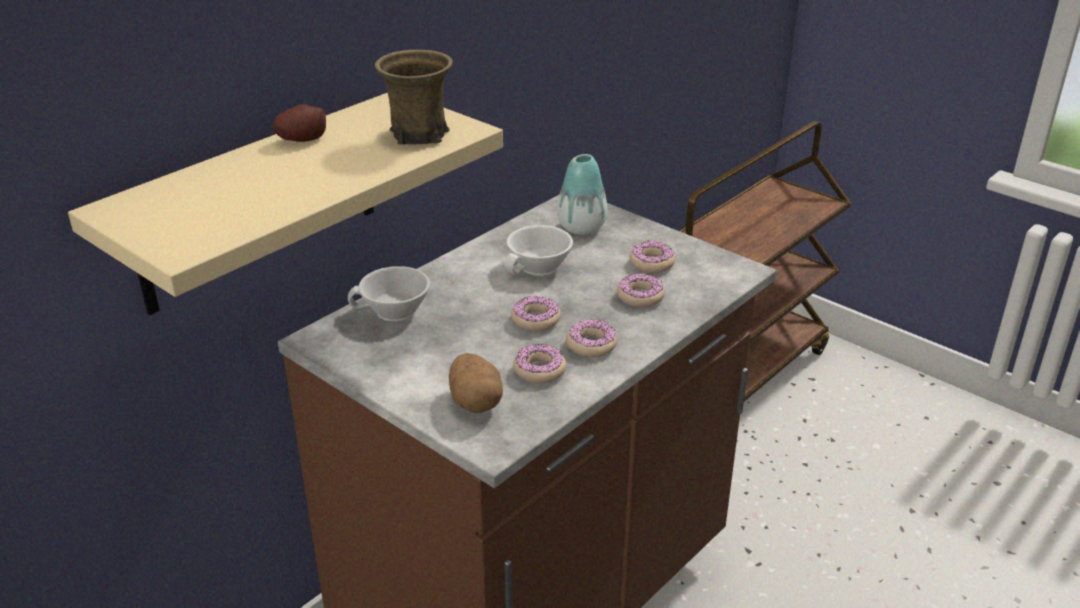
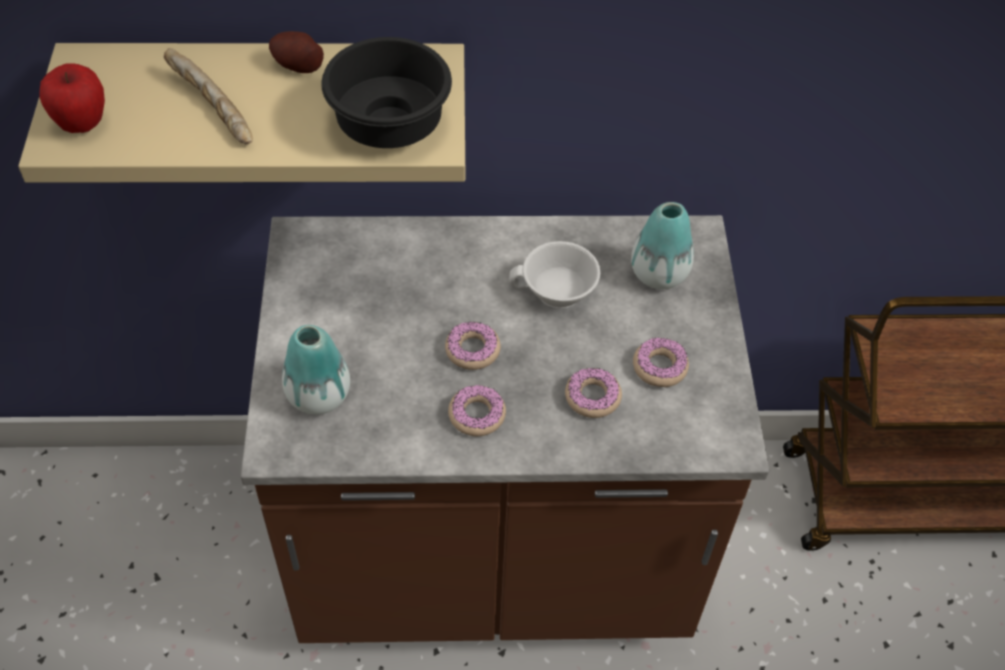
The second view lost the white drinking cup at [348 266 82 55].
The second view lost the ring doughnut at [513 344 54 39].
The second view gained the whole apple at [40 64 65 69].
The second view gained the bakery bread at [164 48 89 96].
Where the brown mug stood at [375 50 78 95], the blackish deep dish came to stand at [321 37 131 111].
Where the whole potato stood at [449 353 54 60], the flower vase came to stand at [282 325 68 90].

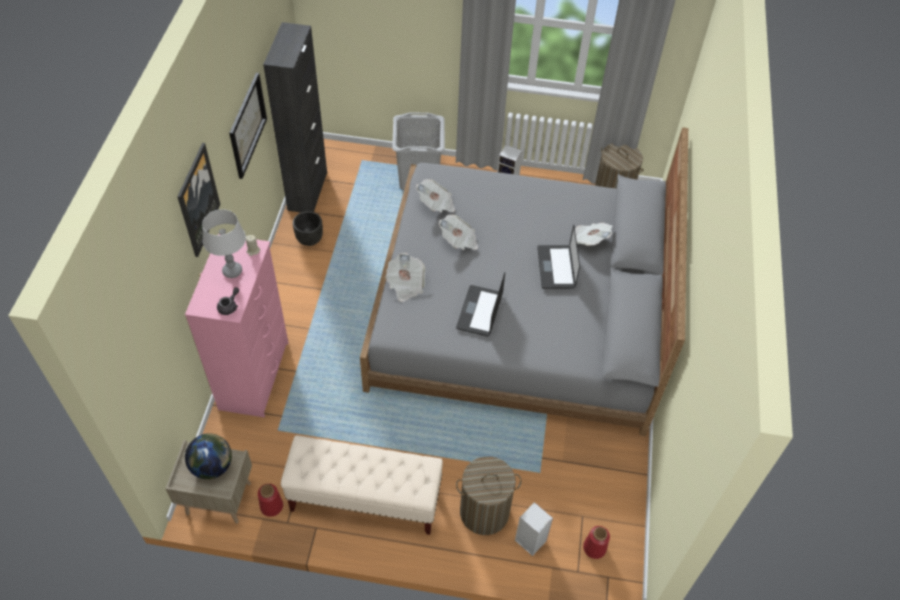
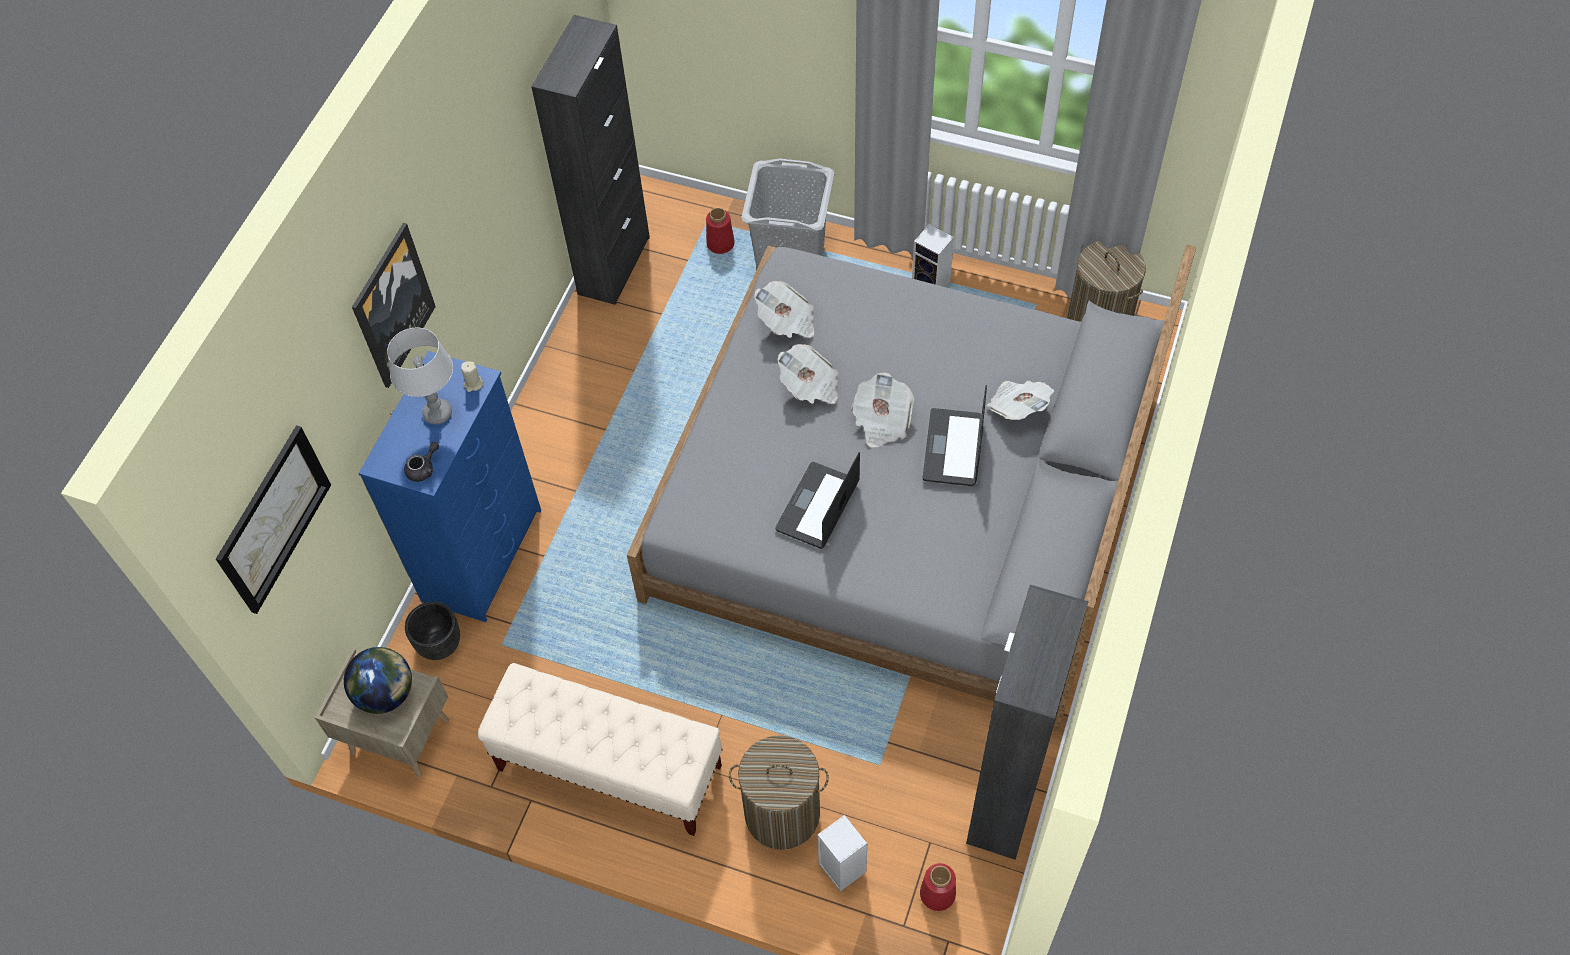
The second view gained the blackish cupboard at [966 585 123 275].
The wall picture ended up elsewhere, having gone from [229 73 38 106] to [216 425 115 189].
The reddish flower vase ended up elsewhere, having gone from [258 484 25 33] to [706 208 29 46].
The blackish flower pot ended up elsewhere, having gone from [293 211 30 35] to [405 601 55 59].
The newspaper ended up elsewhere, having gone from [385 253 40 49] to [851 372 63 76].
What was the pinkish drawer chest at [185 234 104 183] turned into the bluish drawer chest at [358 351 183 271].

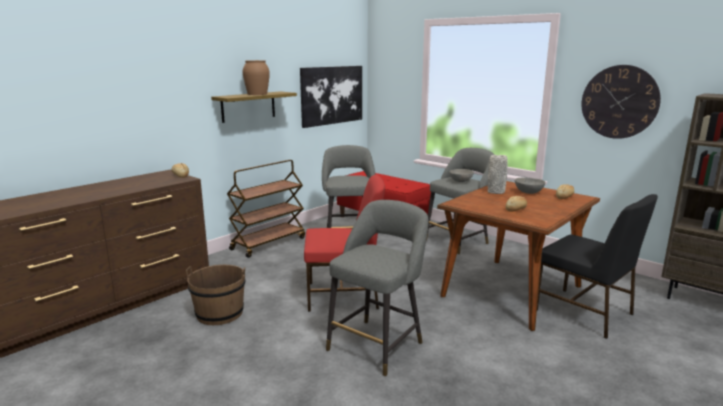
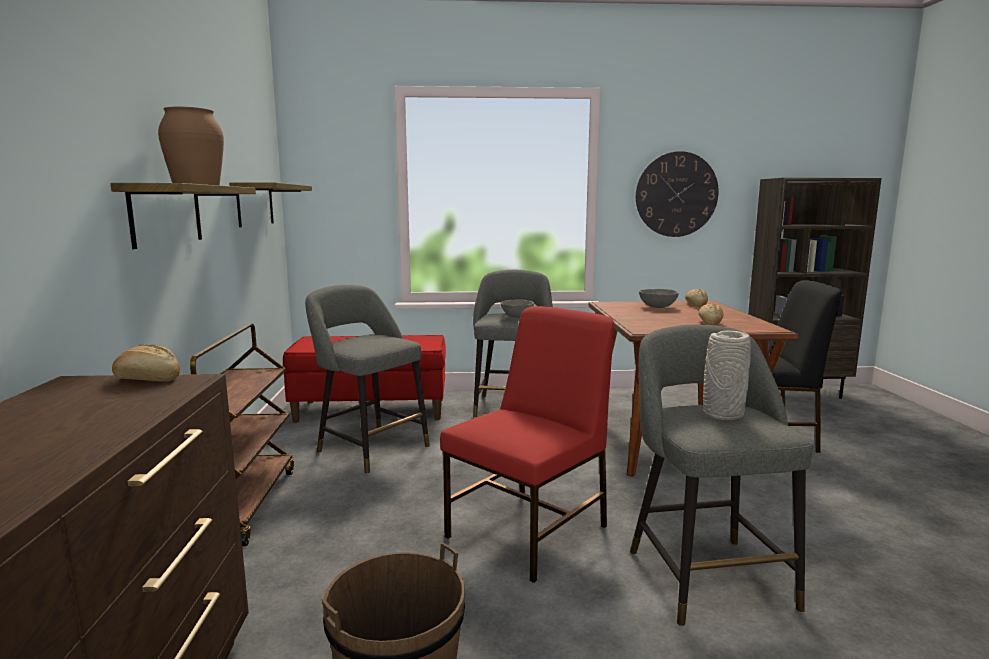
The greyish flower vase ended up elsewhere, having gone from [488 155 20 39] to [703 330 48 90].
Where the wall picture hung at [300 66 62 62], the bracket shelf came to hang at [229 182 83 45].

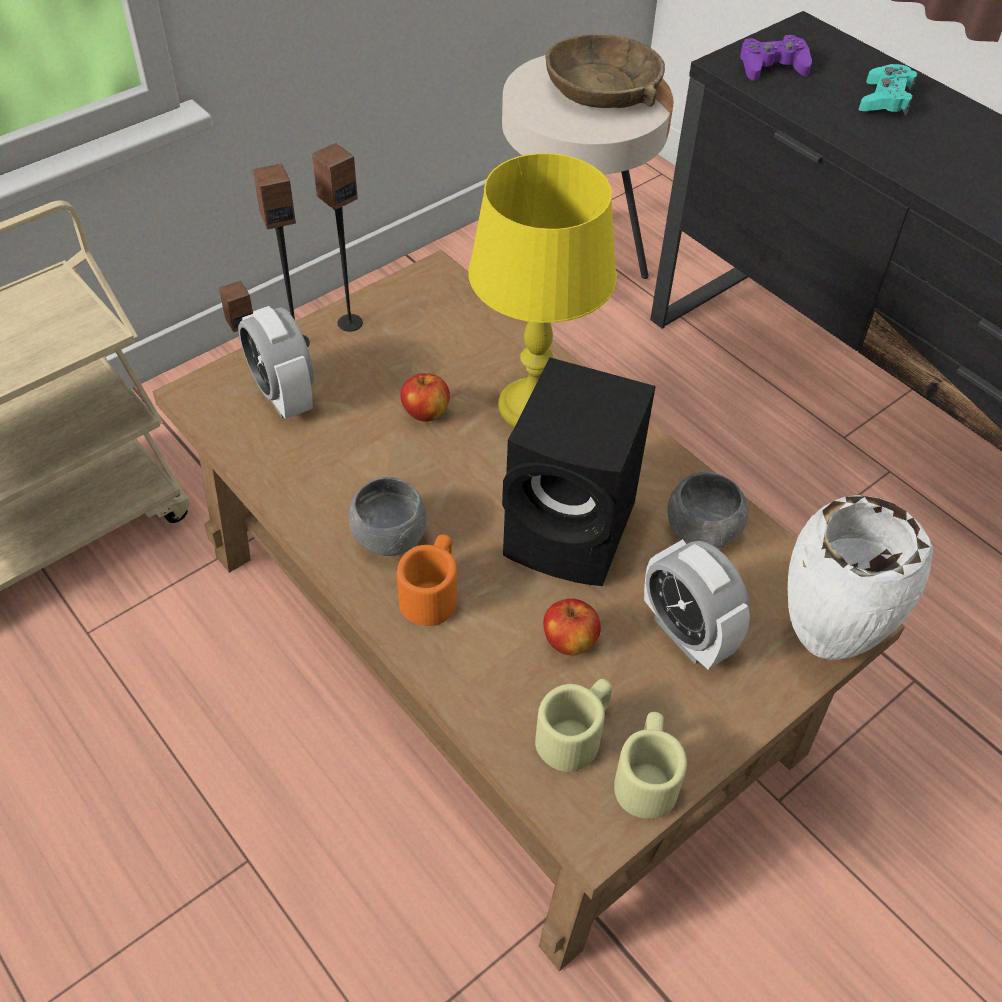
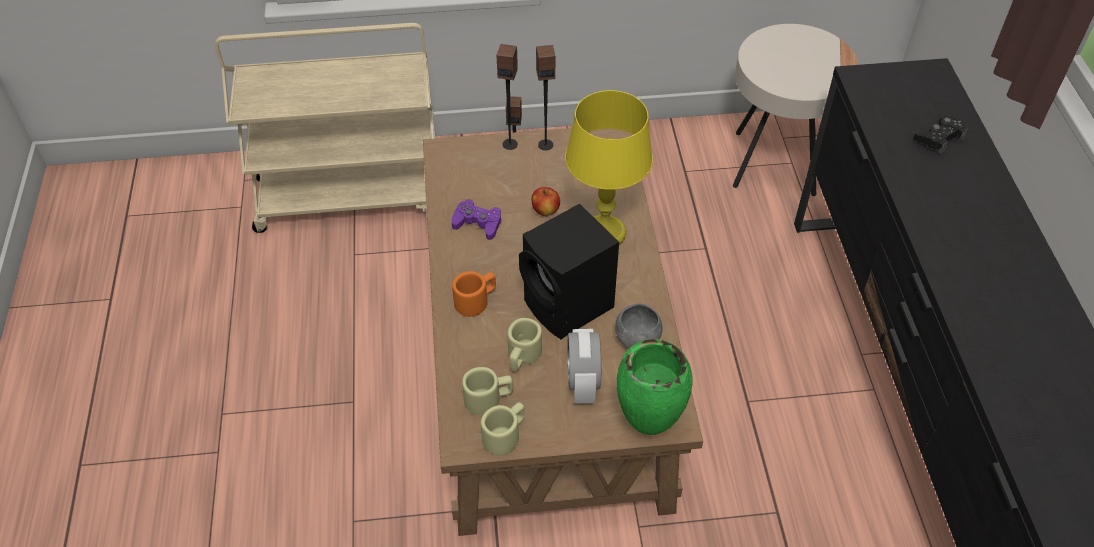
The second view lost the table clock at [238 306 76 113].
The second view lost the greyish deep dish at [348 477 79 79].
The second view lost the brown deep dish at [545 34 120 74].
The purplish gamepad ended up elsewhere, having gone from [740 35 72 46] to [452 199 49 41].
Where the whole apple stood at [543 599 58 57], the beige-coloured mug came to stand at [507 318 35 54].
What was the white flower vase at [788 495 145 165] turned into the green flower vase at [617 339 75 96].
What was the turquoise-coloured gamepad at [859 64 59 52] turned into the blackish gamepad at [913 115 55 40].

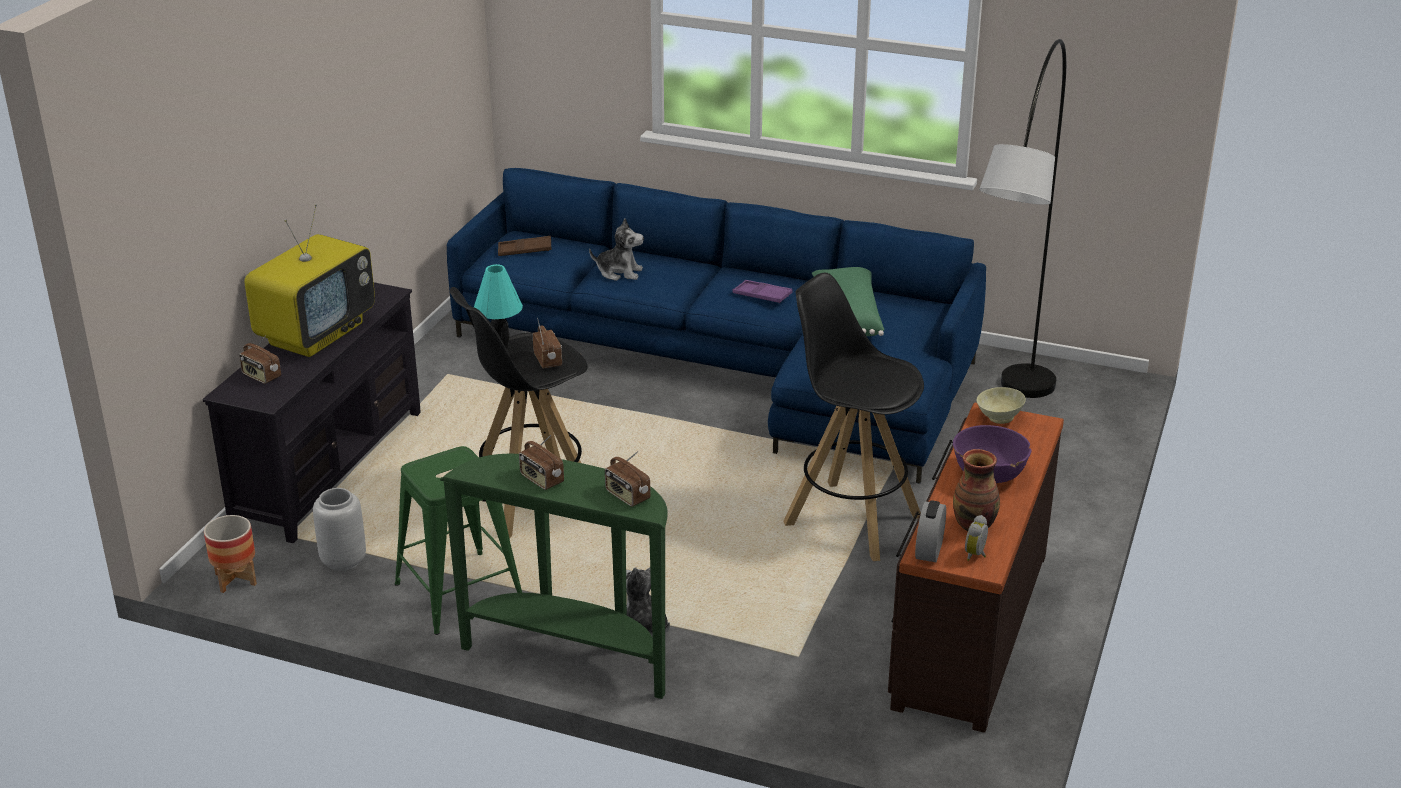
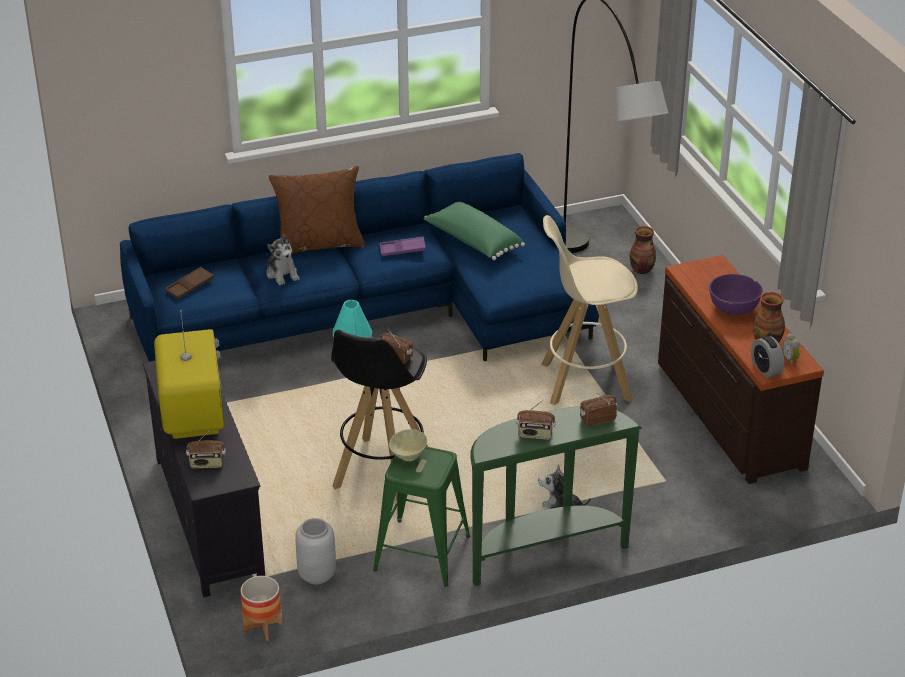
The second view gained the brown cushion at [269 166 97 88].
The second view gained the flower vase at [630 226 26 48].
The beige-coloured deep dish ended up elsewhere, having gone from [976 387 50 37] to [389 429 38 32].
What was the blackish stool seat at [783 273 141 288] turned into the beige-coloured stool seat at [541 215 97 190].
The soft toy at [589 218 55 63] ended up facing another way, 90 degrees clockwise from before.
The radio set at [605 451 45 56] ended up facing another way, 150 degrees clockwise from before.

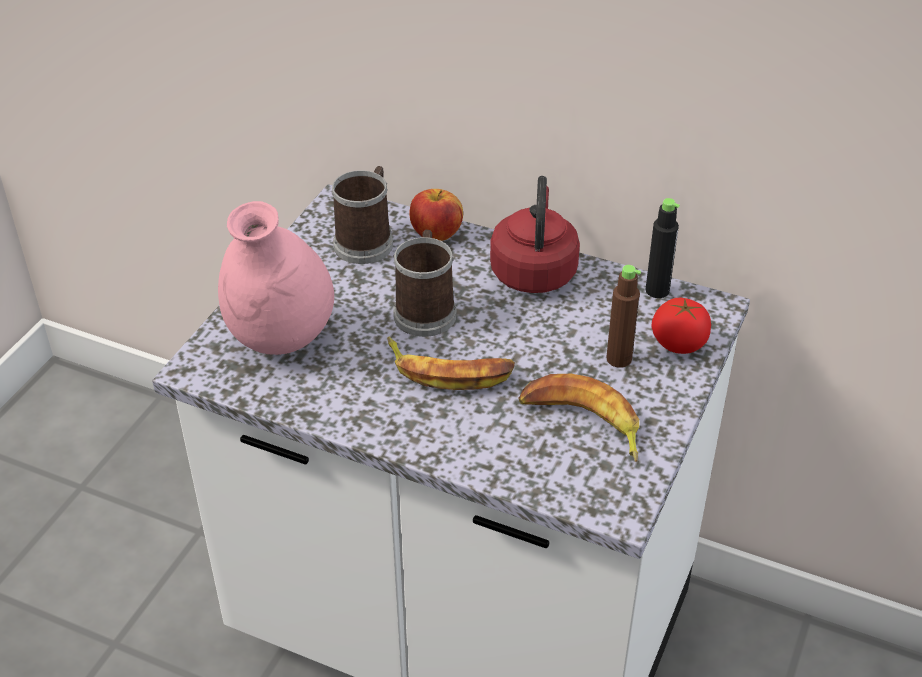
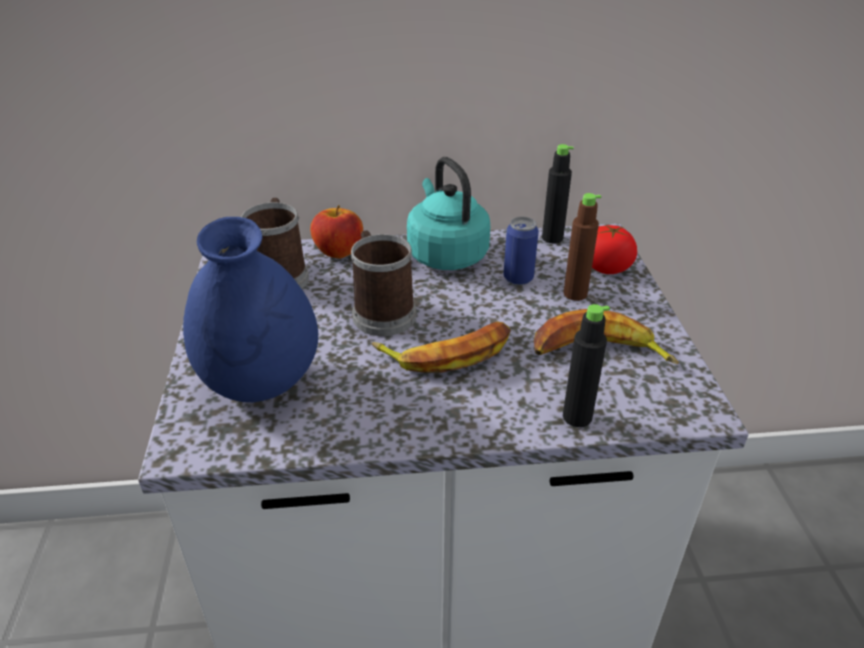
The second view gained the metal can at [504 216 35 69].
The second view gained the blackish drink bottle at [563 304 47 123].
What was the pinkish flower vase at [218 201 116 154] turned into the bluish flower vase at [183 217 135 185].
What was the reddish kettle at [490 176 90 117] turned into the turquoise-coloured kettle at [407 157 83 113].

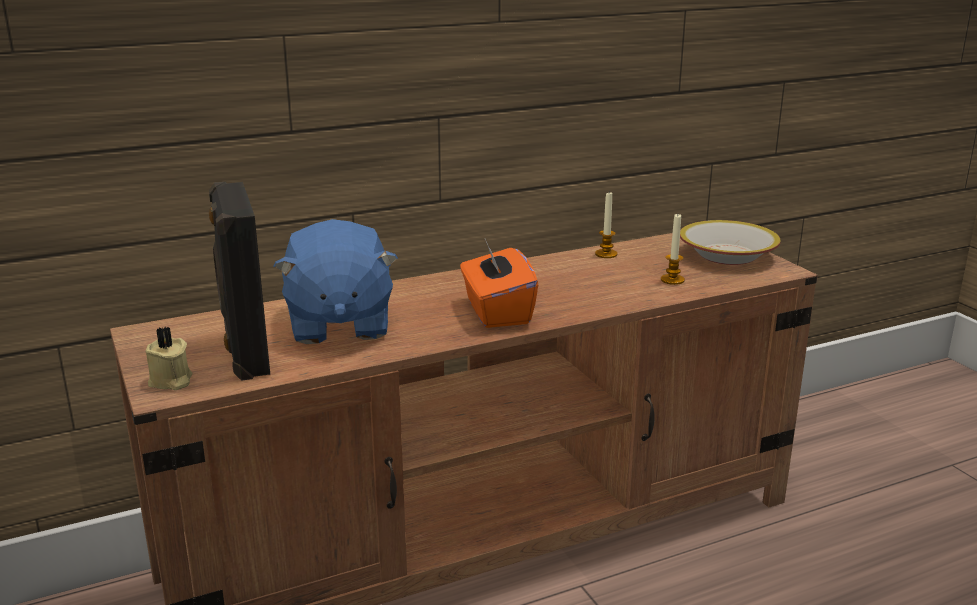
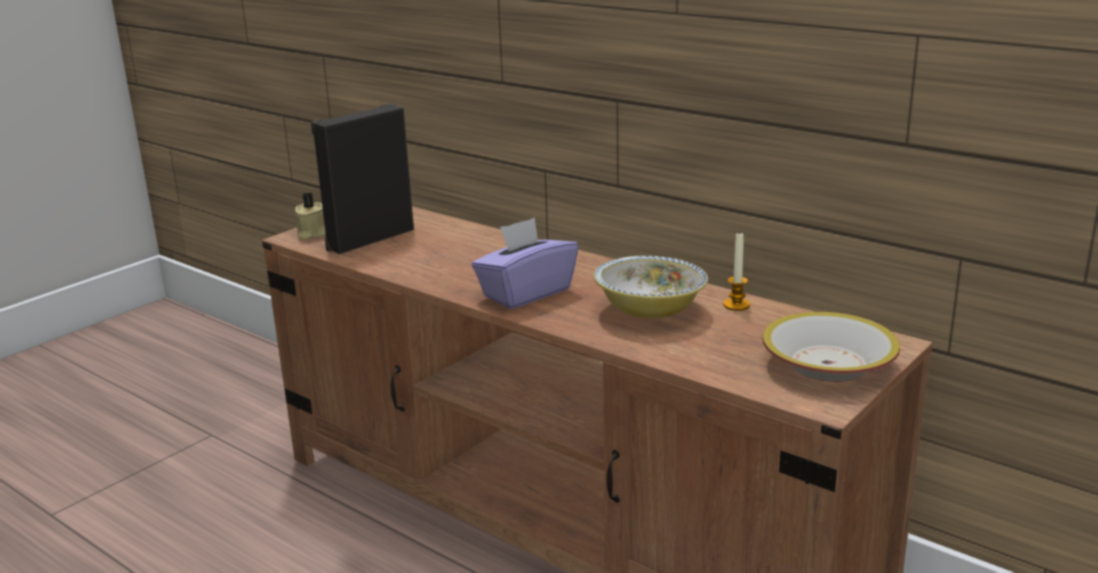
The second view lost the bluish soft toy at [274 219 124 125].
The second view lost the wax light at [661 214 24 71].
The second view gained the deep dish at [594 256 114 62].
What was the orangey tissue box at [460 239 78 89] turned into the purplish tissue box at [472 217 107 92].

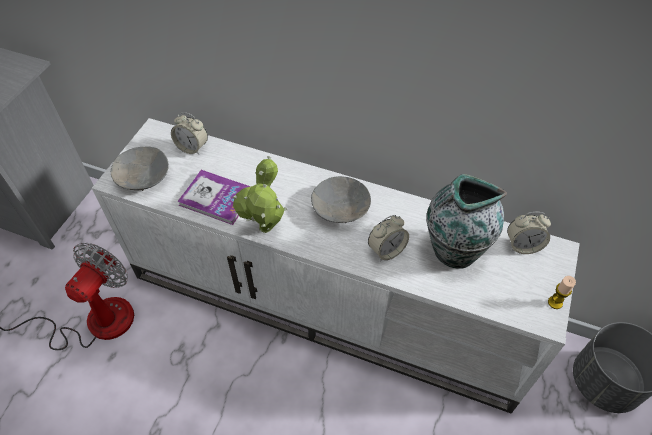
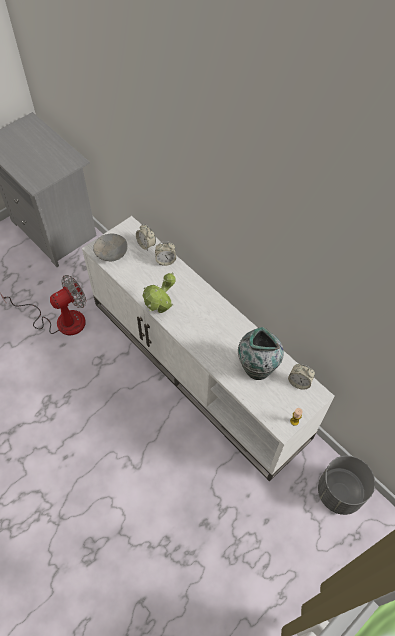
The second view lost the bound book at [177 170 74 55].
The second view lost the greyish deep dish at [311 176 60 47].
The table clock ended up elsewhere, having gone from [368 215 41 46] to [155 241 21 25].

